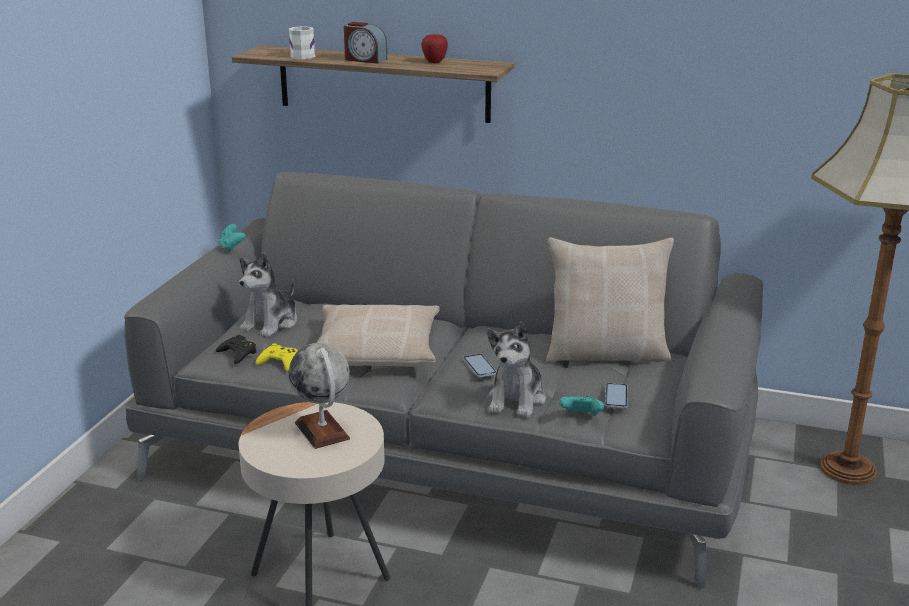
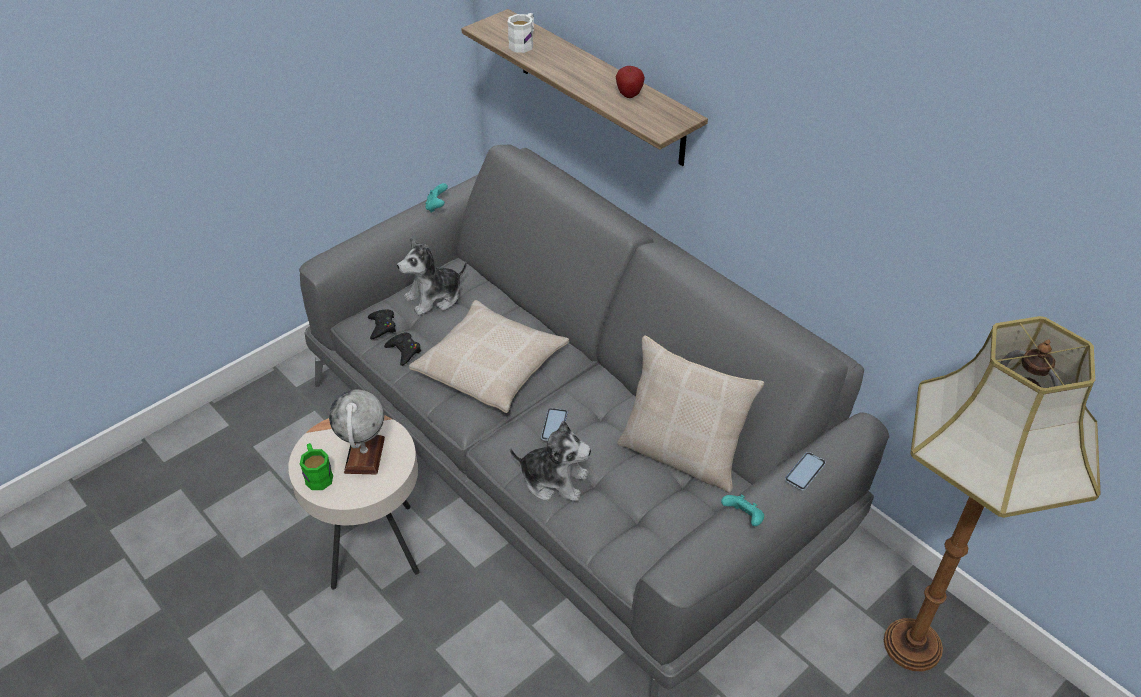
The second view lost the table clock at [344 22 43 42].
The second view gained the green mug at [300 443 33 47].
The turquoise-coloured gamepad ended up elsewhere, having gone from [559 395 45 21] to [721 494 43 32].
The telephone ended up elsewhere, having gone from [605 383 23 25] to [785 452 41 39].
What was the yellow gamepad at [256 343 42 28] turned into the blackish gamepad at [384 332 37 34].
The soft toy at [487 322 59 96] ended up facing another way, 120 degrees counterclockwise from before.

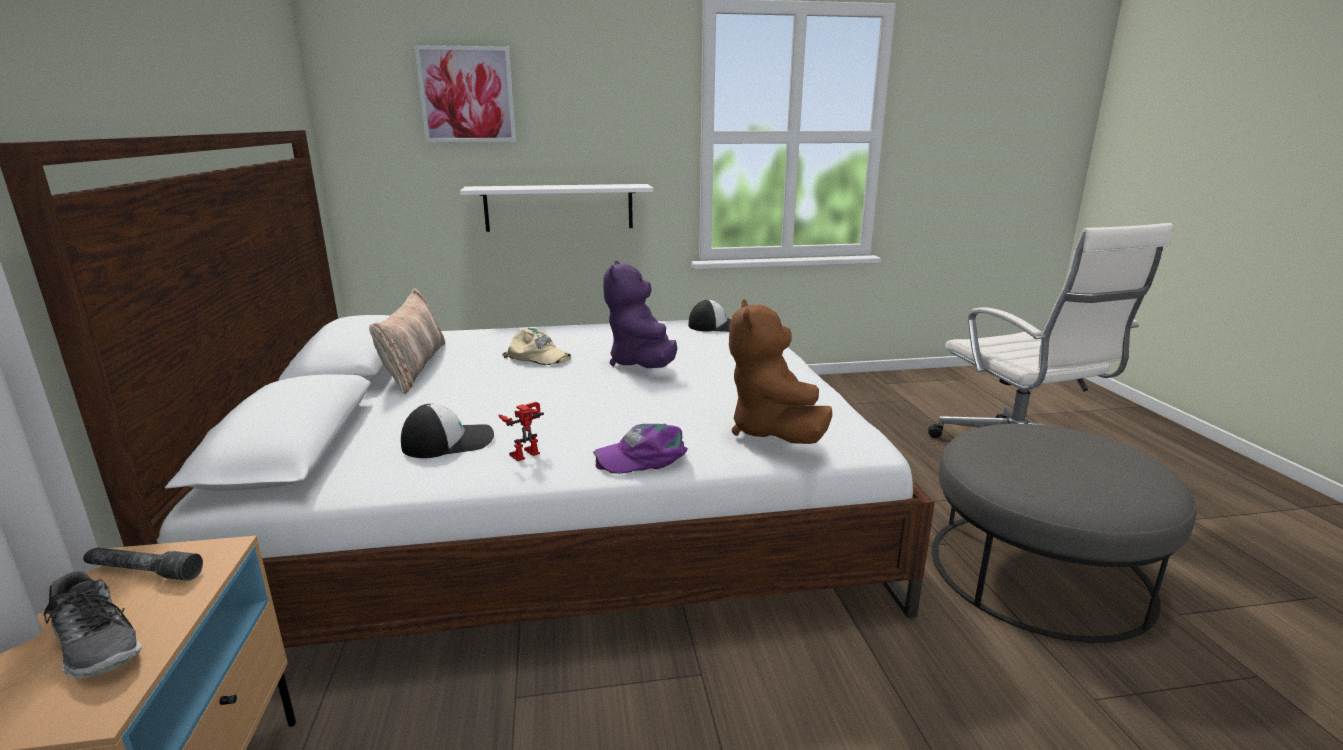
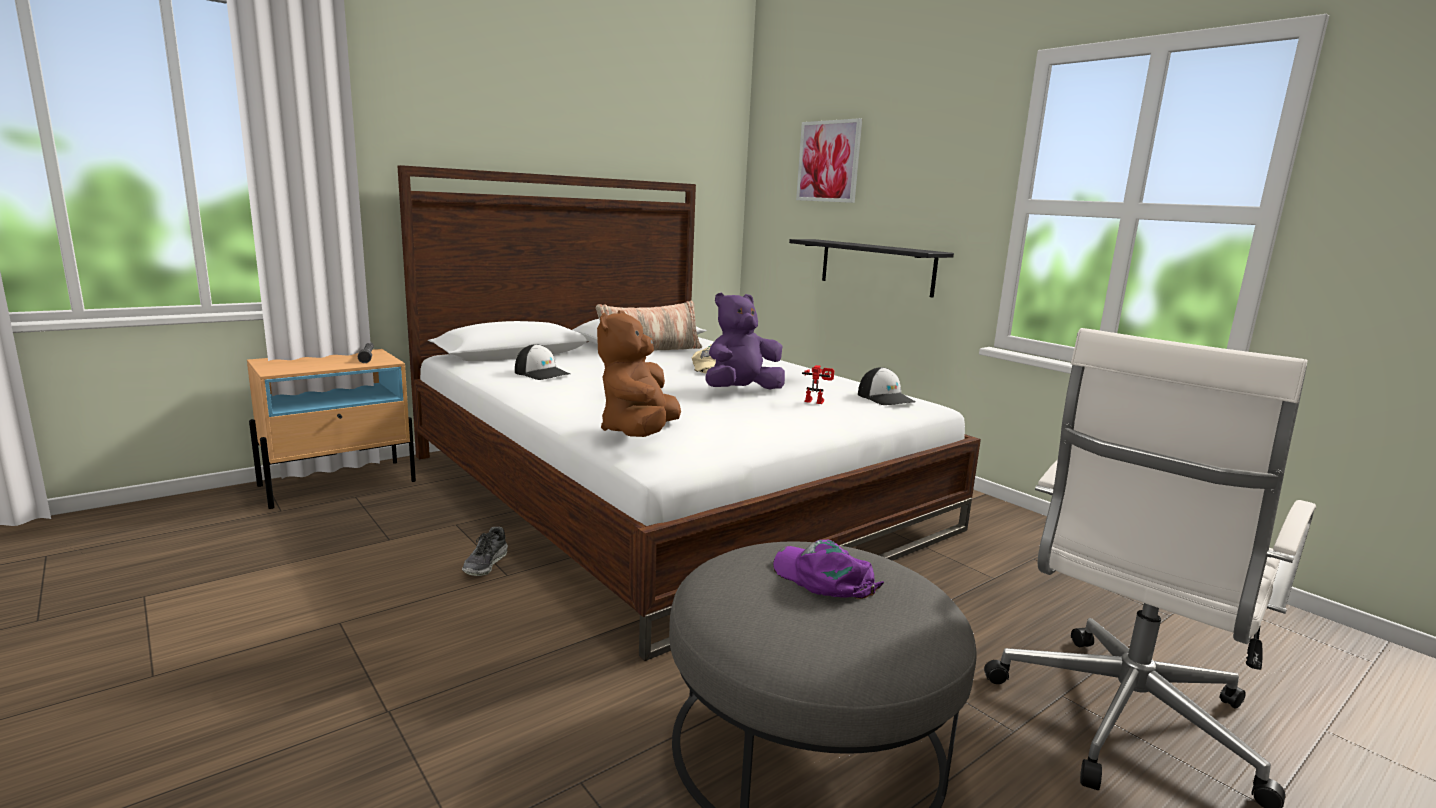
The item of footwear ended up elsewhere, having gone from [44 571 97 108] to [462 527 46 49].
The model robot ended up elsewhere, having gone from [498 402 46 59] to [802 365 32 39].
The purplish peaked cap ended up elsewhere, having gone from [593 424 95 50] to [773 540 111 59].
What was the white bracket shelf at [460 184 193 48] turned into the blackish bracket shelf at [789 239 165 59].
The brown soft toy at [729 299 103 145] ended up facing another way, 45 degrees counterclockwise from before.

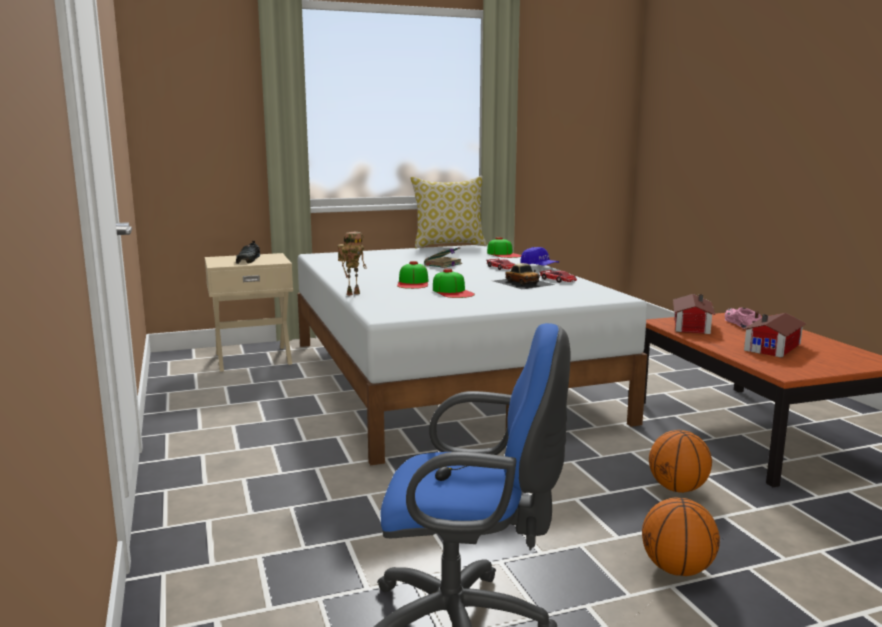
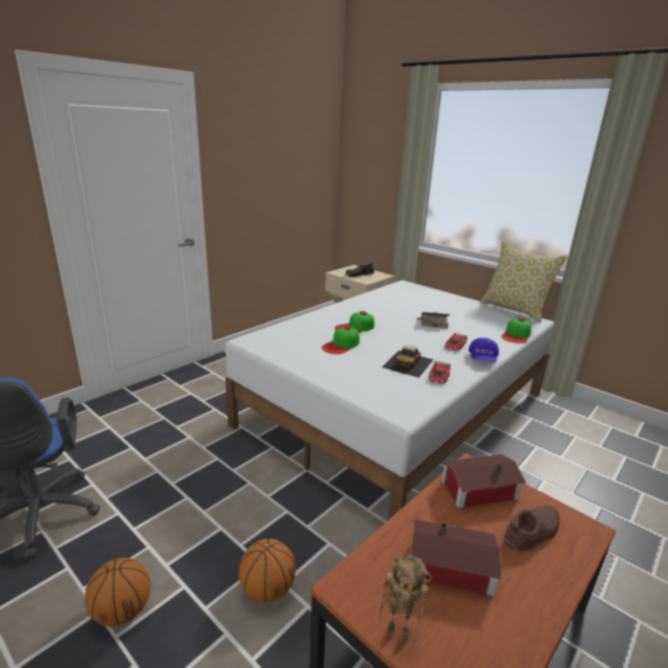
The model robot ended up elsewhere, having gone from [337 232 30 64] to [379 555 53 87].
What was the pinkish item of footwear at [725 307 36 21] turned into the brown item of footwear at [504 505 56 46].

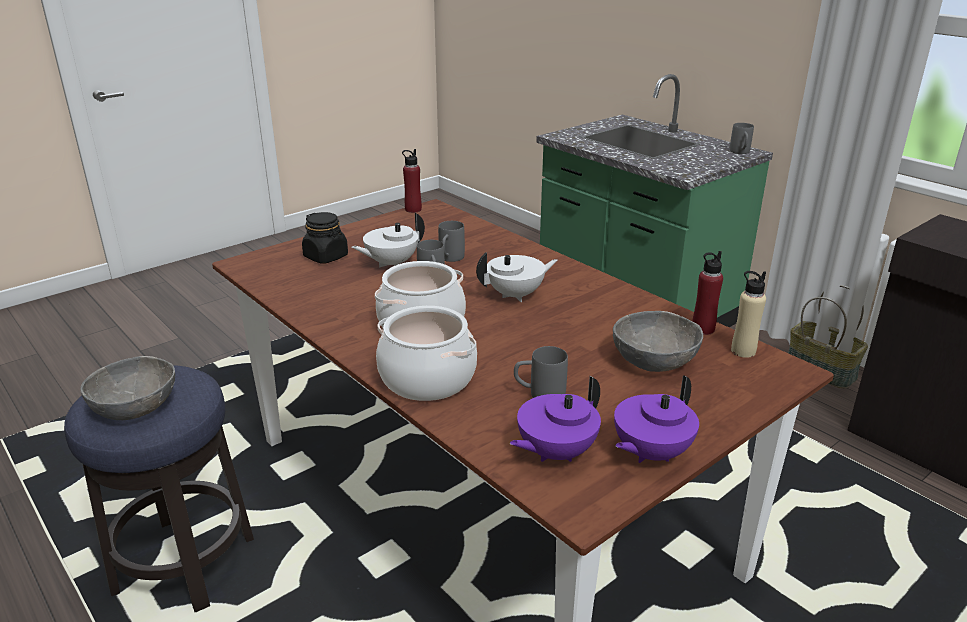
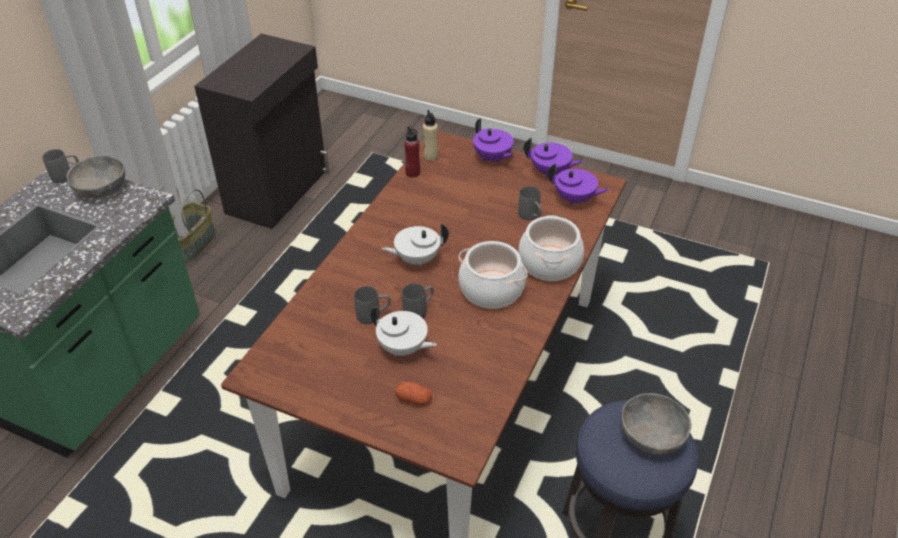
The second view lost the reddish drink bottle at [402 149 20 64].
The second view gained the purplish pot for tea at [473 118 41 45].
The greyish deep dish ended up elsewhere, having gone from [613 311 90 61] to [67 155 58 43].
Where the blackish storage jar stood at [302 212 46 51], the whole potato came to stand at [395 382 37 23].
The white pot for tea at [476 252 82 50] ended up facing another way, 60 degrees counterclockwise from before.

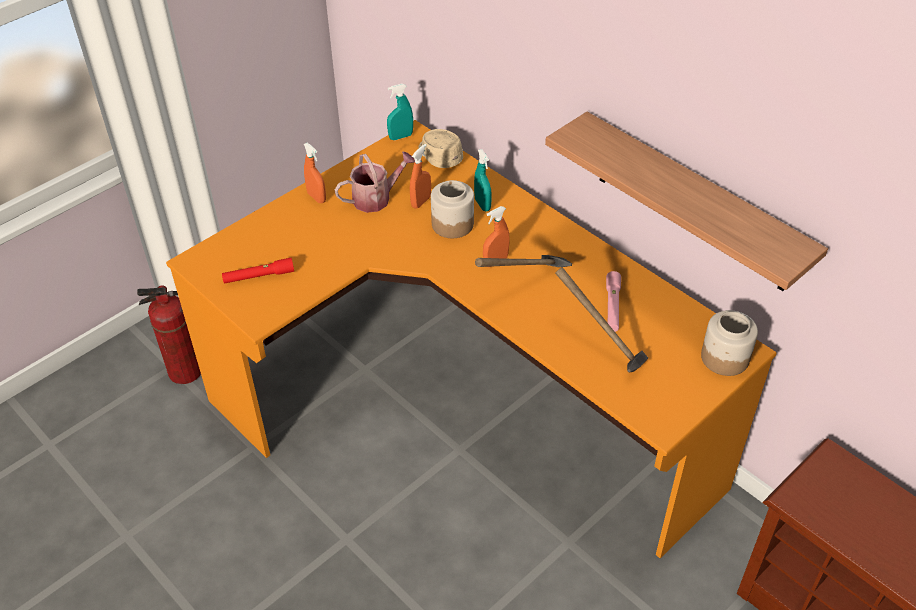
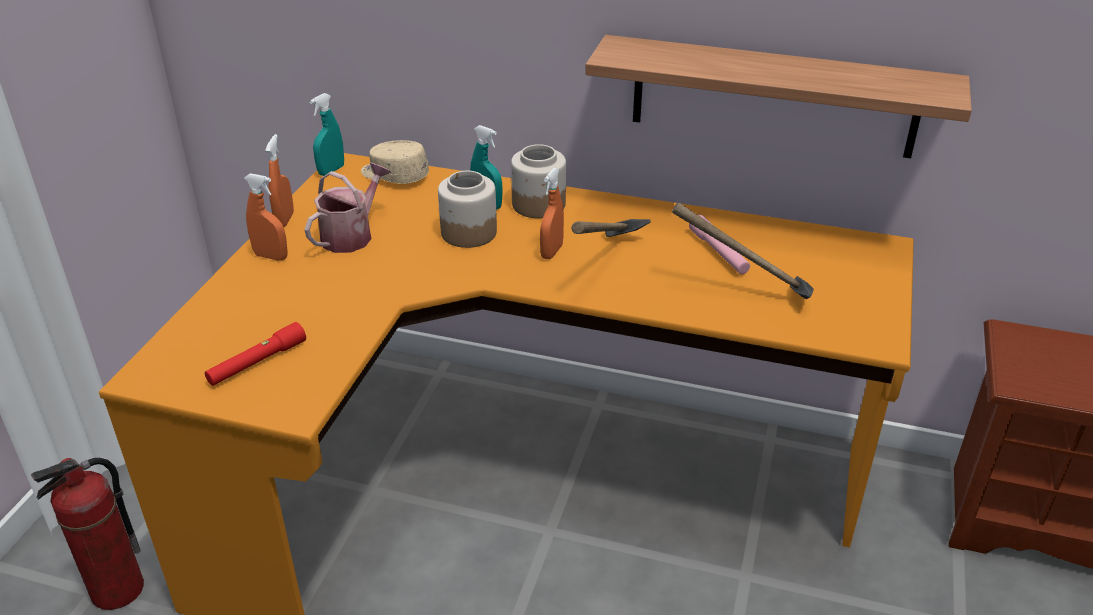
The orangey hand sprayer ended up elsewhere, having gone from [410 144 21 65] to [265 134 29 93].
The storage jar ended up elsewhere, having gone from [701 310 57 66] to [511 144 55 74].

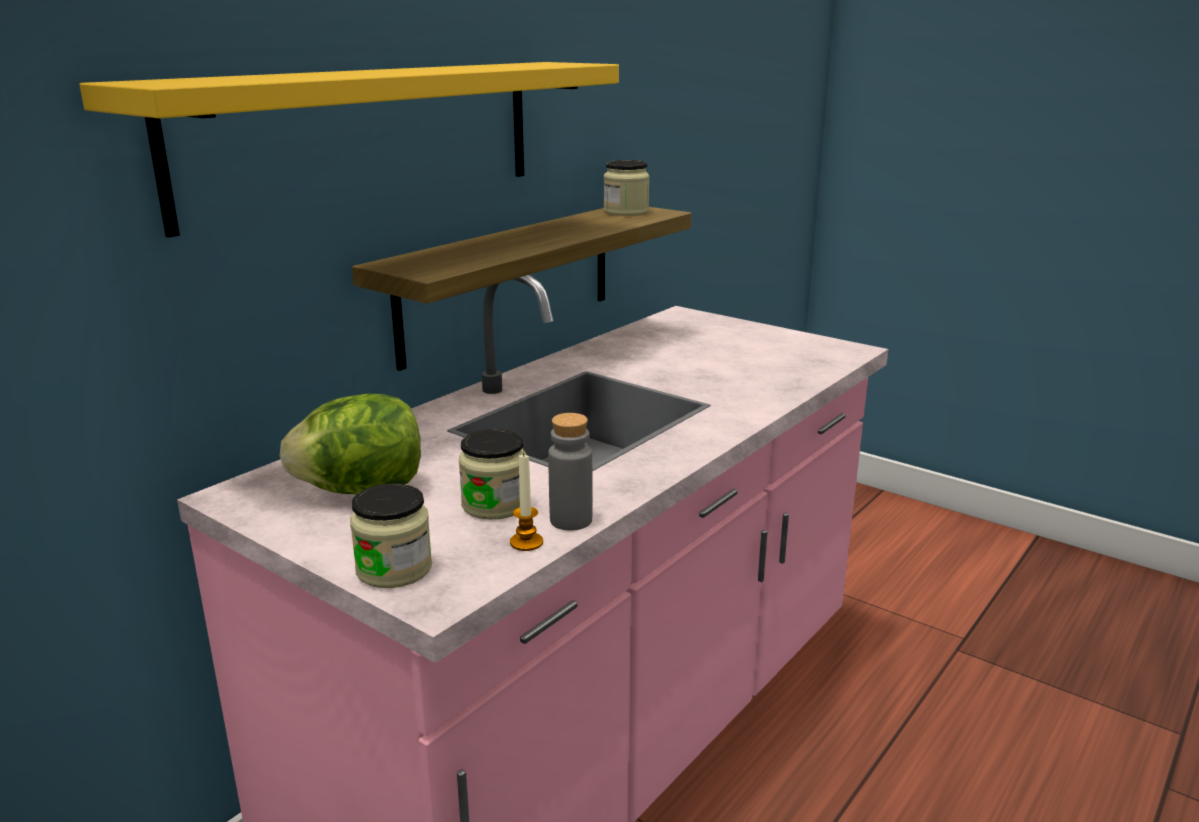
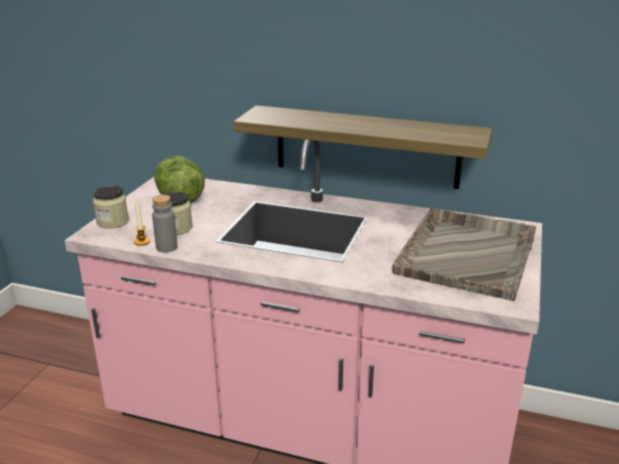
The second view lost the yellow bracket shelf at [79 62 540 176].
The second view lost the storage jar at [604 160 46 56].
The second view gained the greyish carrying tray at [392 208 144 93].

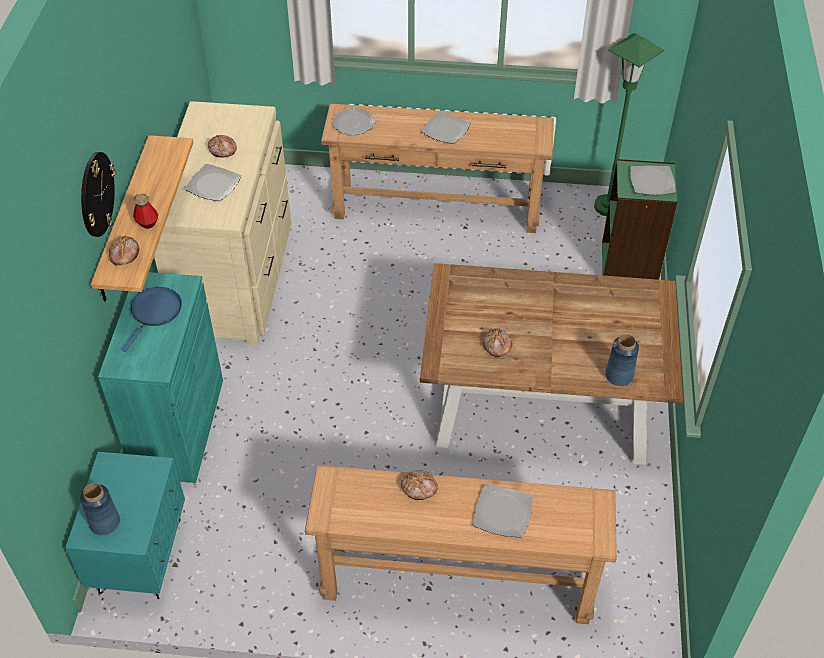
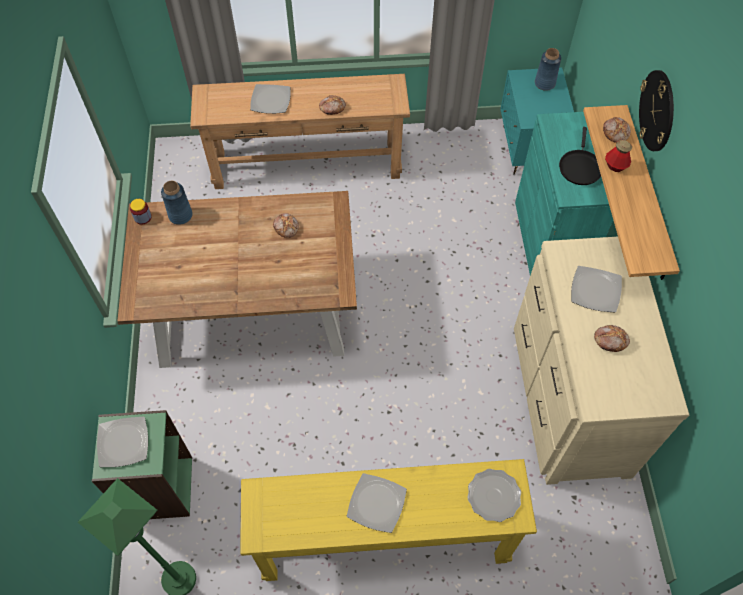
The second view gained the storage jar at [130 199 22 26].
What was the bluish frying pan at [122 287 60 65] turned into the blackish frying pan at [559 127 42 58].
What was the brown console table at [321 103 233 130] turned into the yellow console table at [240 459 297 122].

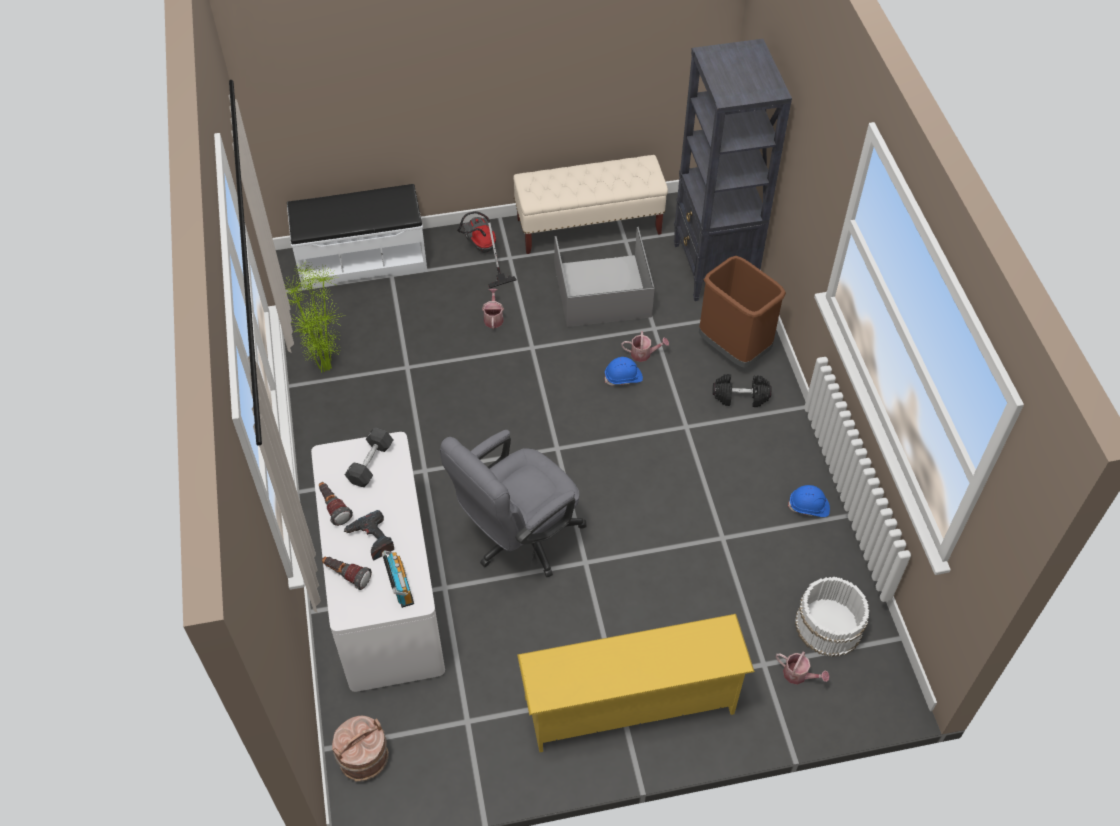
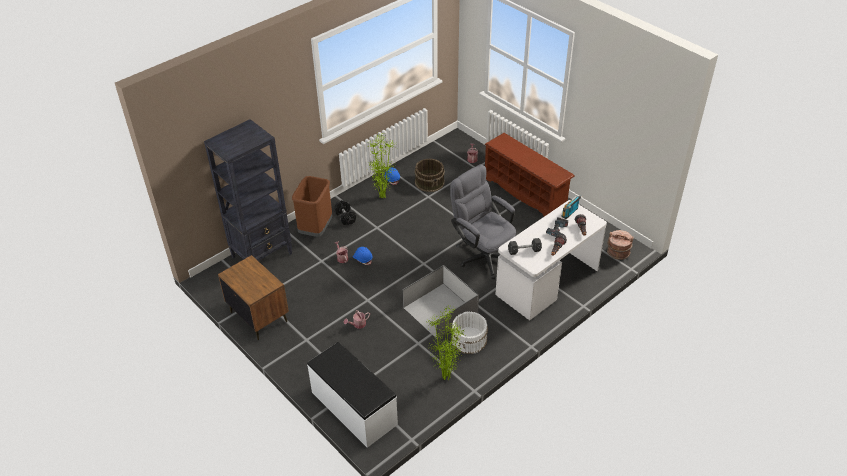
The second view lost the vacuum cleaner at [457 211 60 77].
The second view gained the plant in a pot at [368 132 28 66].
The second view gained the brown pail at [415 158 30 34].
The greyish storage container ended up elsewhere, having gone from [554 227 100 100] to [402 265 77 73].
The white pail ended up elsewhere, having gone from [795 577 74 80] to [451 312 37 42].
Where the beige-coloured long seat stood at [513 155 155 99], the brown bedside table came to stand at [218 255 71 85].
What was the yellow shoe rack at [517 614 238 139] turned into the brown shoe rack at [485 133 90 83].
The greyish desk chair at [440 430 147 148] ended up facing another way, 150 degrees counterclockwise from before.

